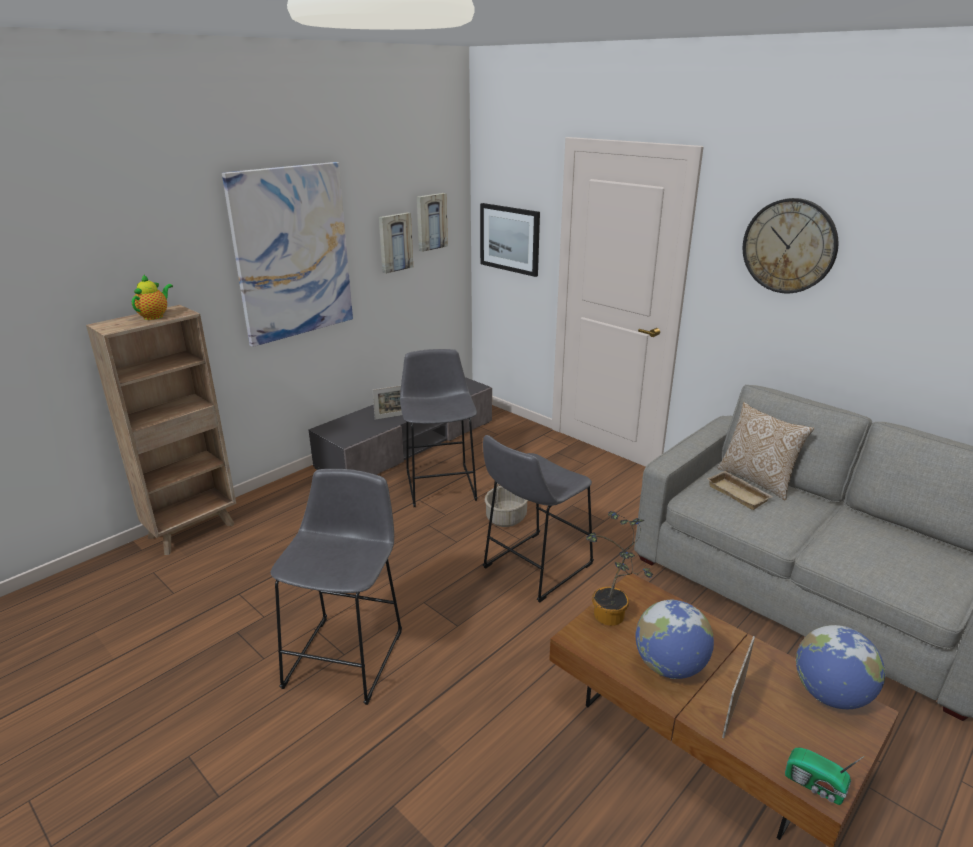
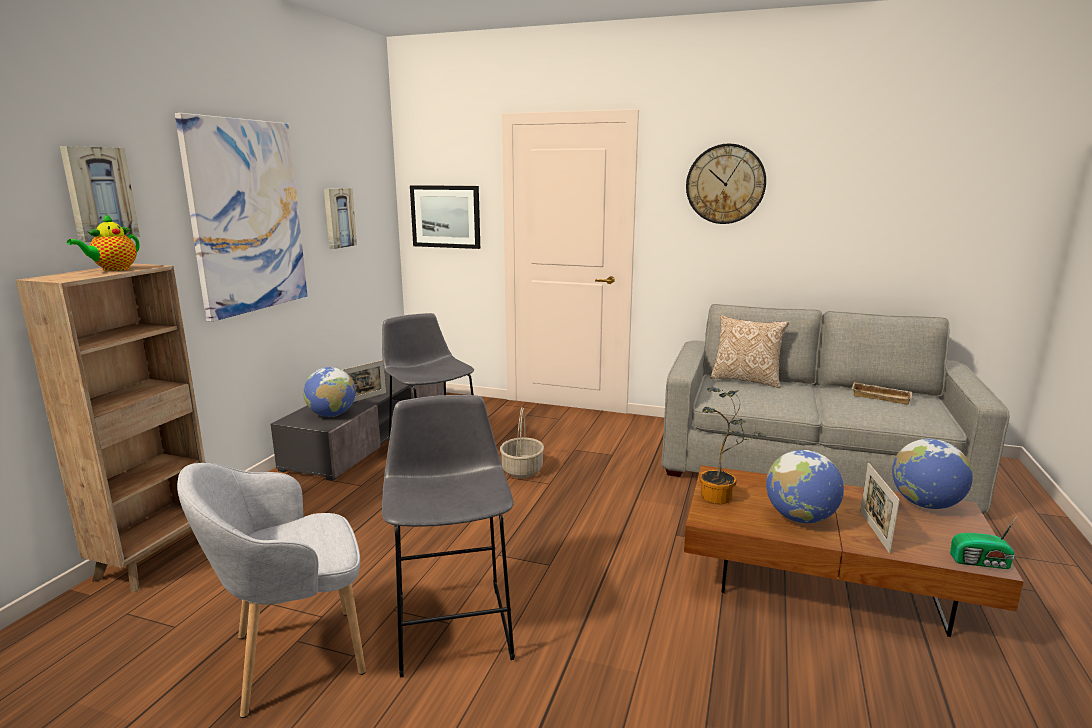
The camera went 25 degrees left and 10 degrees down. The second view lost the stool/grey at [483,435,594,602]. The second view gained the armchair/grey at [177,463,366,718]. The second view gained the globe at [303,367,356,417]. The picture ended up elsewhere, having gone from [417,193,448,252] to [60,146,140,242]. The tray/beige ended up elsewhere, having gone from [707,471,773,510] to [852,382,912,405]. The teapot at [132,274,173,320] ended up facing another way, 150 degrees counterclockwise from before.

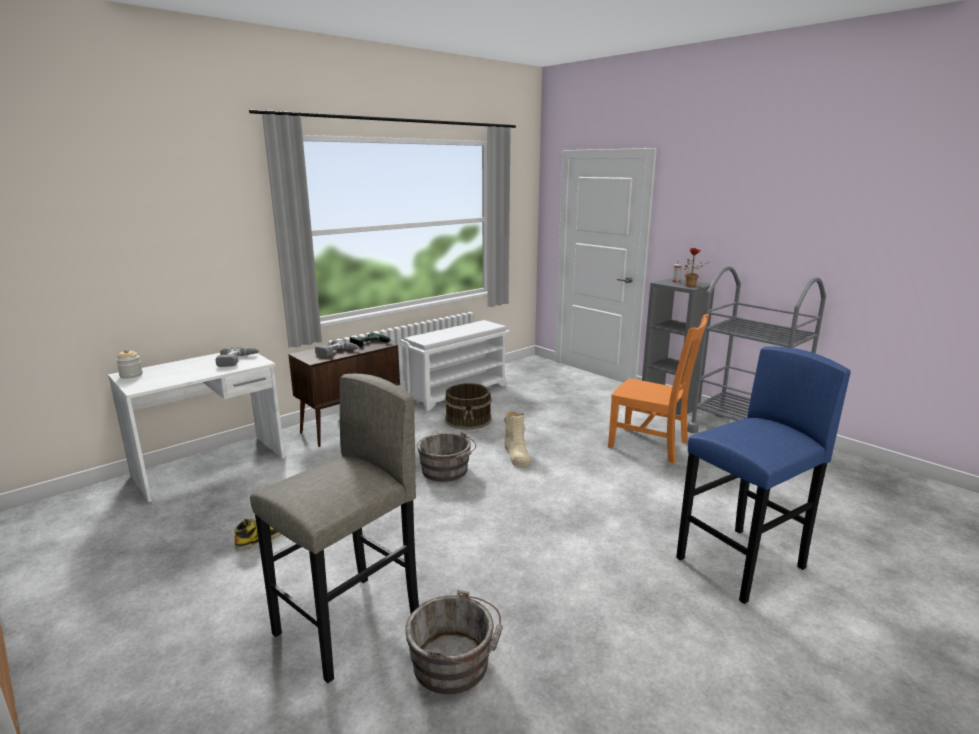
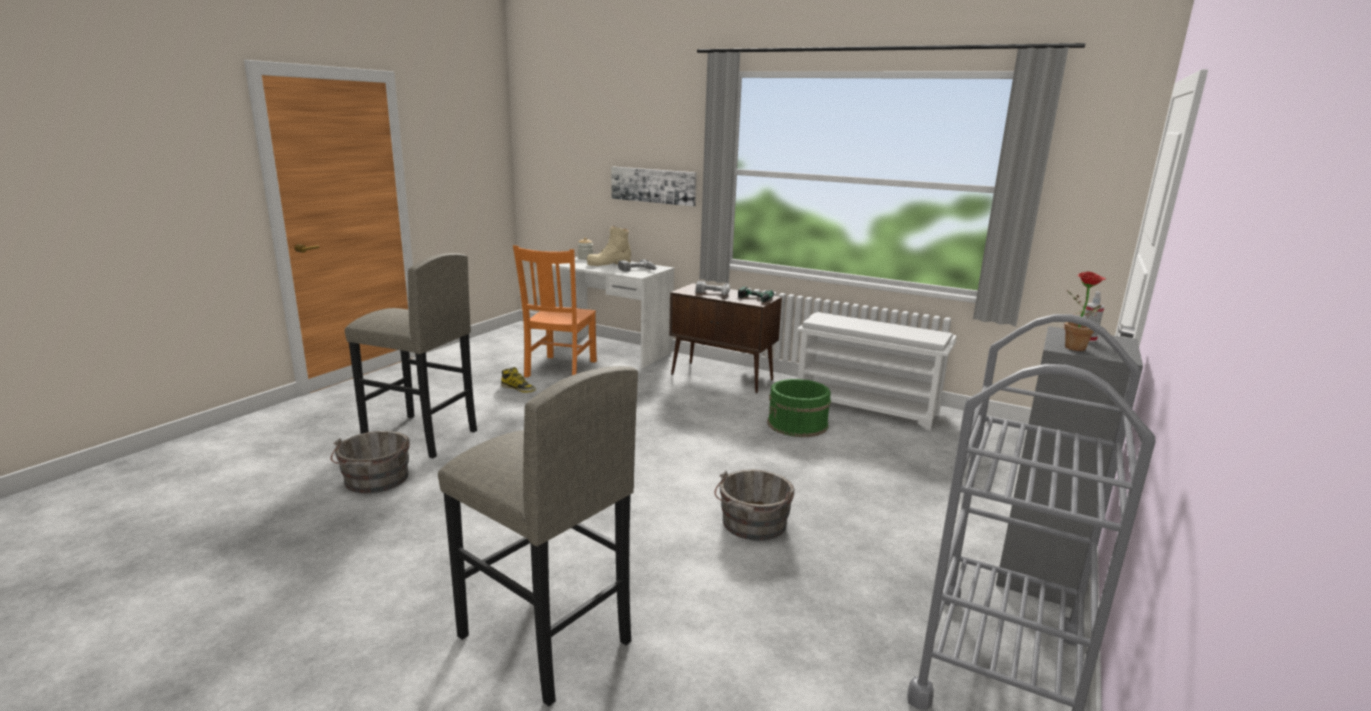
The camera went 70 degrees right and 0 degrees up. The second view gained the picture at [611,166,697,206]. The bucket/grey ended up elsewhere, having gone from [417,431,476,482] to [714,469,795,541]. The boot/beige ended up elsewhere, having gone from [504,411,531,467] to [587,226,631,266]. The chair/orange ended up elsewhere, having gone from [608,314,709,463] to [513,245,597,378]. What was the bucket/brown at [445,383,492,430] turned into the bucket/green at [767,379,831,437]. What was the stool/blue at [676,347,851,604] turned into the stool/grey at [438,366,638,706].

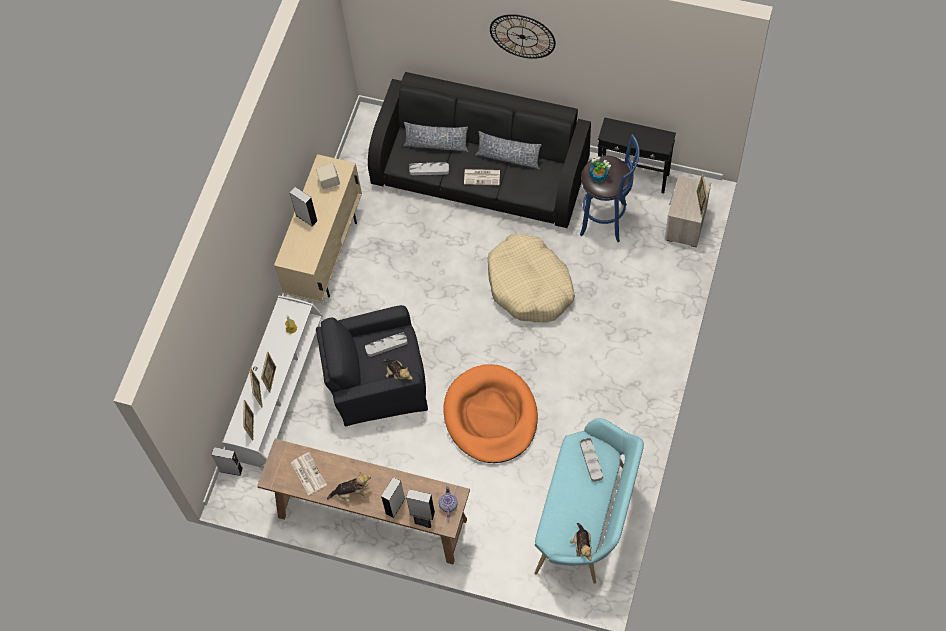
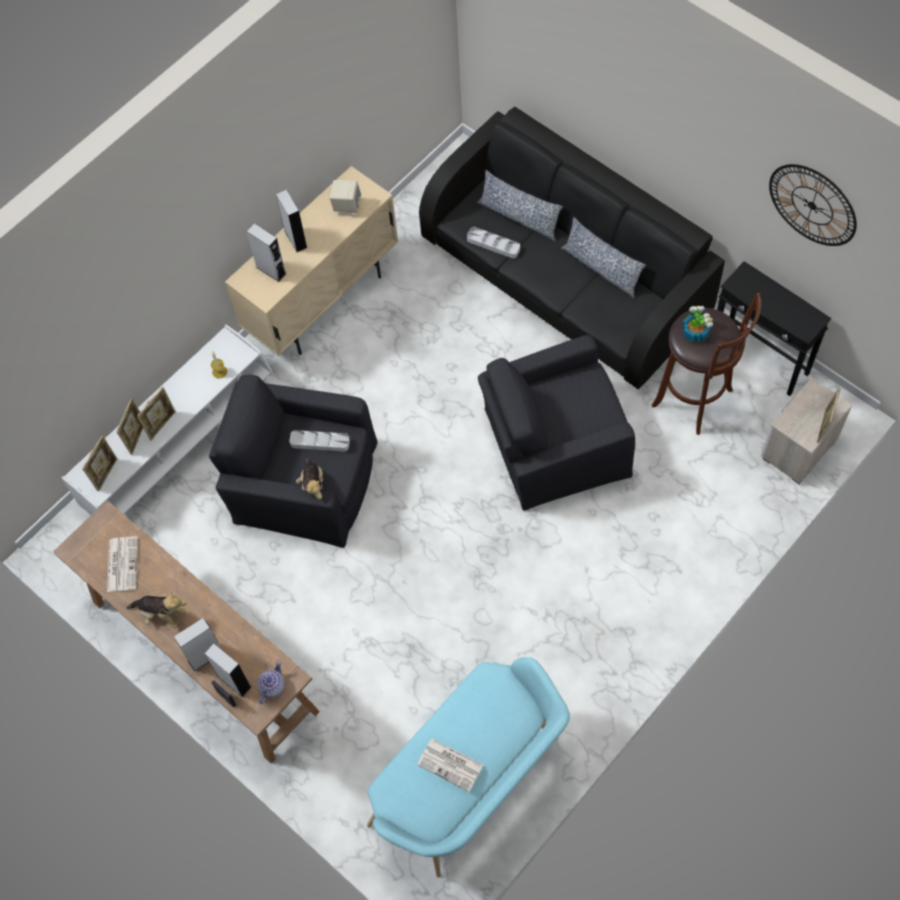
The camera went 25 degrees right and 0 degrees up. The second view lost the dog bed/orange at [443,364,538,463]. The second view lost the plush toy at [570,523,592,561]. The second view lost the tray/grey at [580,438,603,482]. The speaker/grey ended up elsewhere, having gone from [211,447,243,476] to [246,224,286,282]. The newspaper ended up elsewhere, having gone from [464,169,500,185] to [417,739,484,792]. The wall clock ended up elsewhere, having gone from [490,14,556,59] to [769,164,857,246]. Where the dog bed/beige stood at [488,234,575,322], the armchair/black came to stand at [478,335,635,511]. What was the stool/blue at [580,134,640,242] turned into the stool/brown at [652,293,762,435].

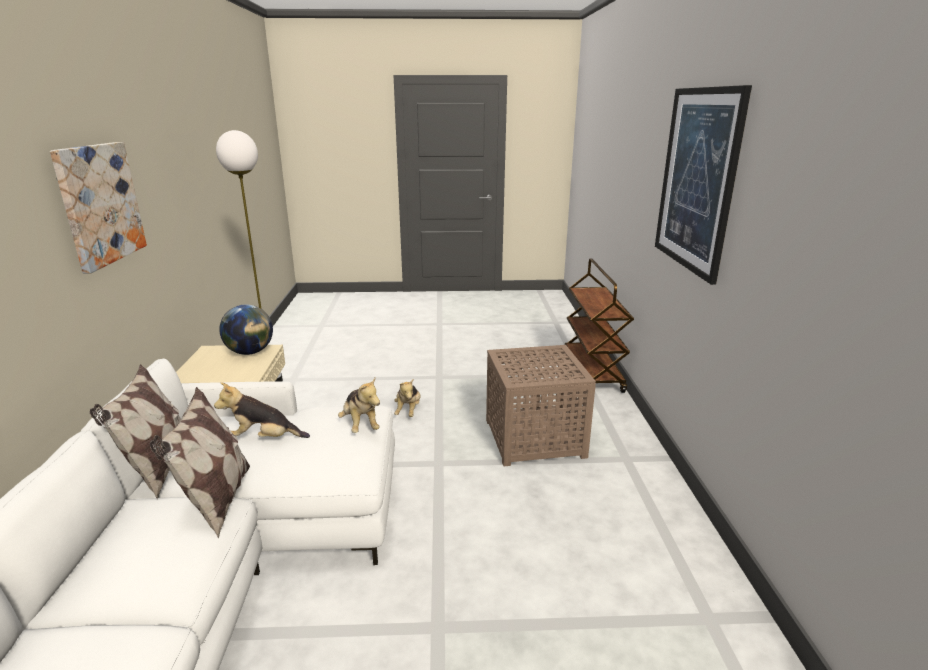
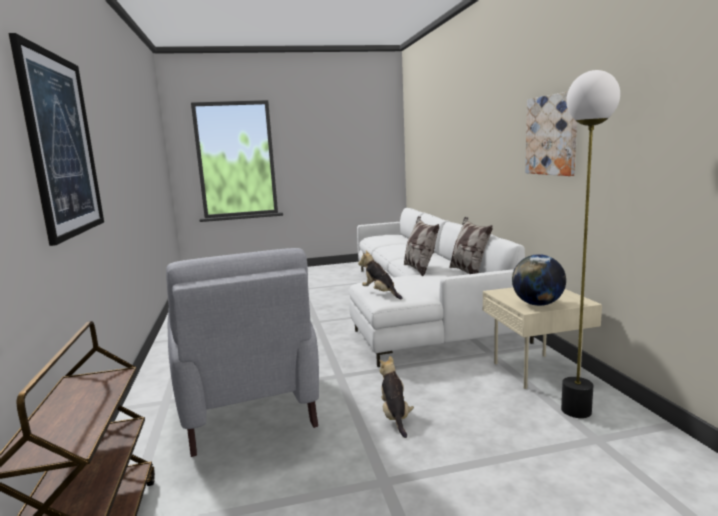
The camera went 170 degrees right and 10 degrees down. The second view lost the plush toy at [214,382,310,438]. Where the side table/brown stood at [486,345,596,466], the armchair/grey came to stand at [166,248,319,457].

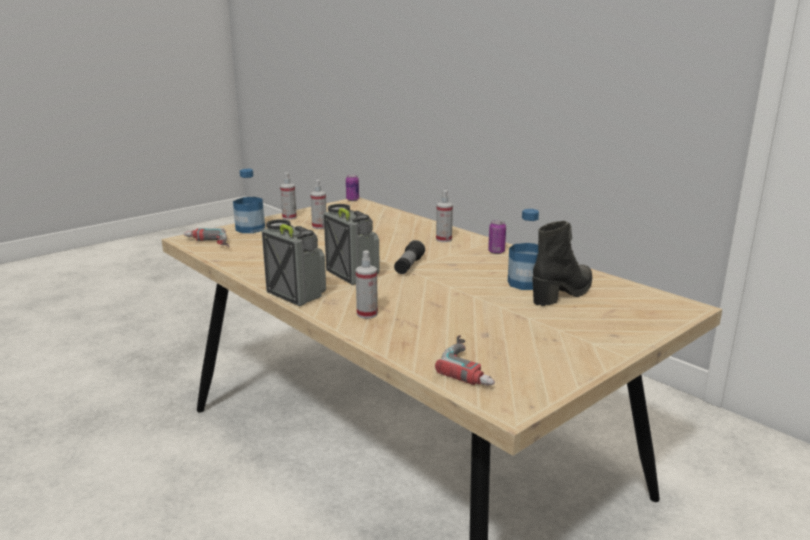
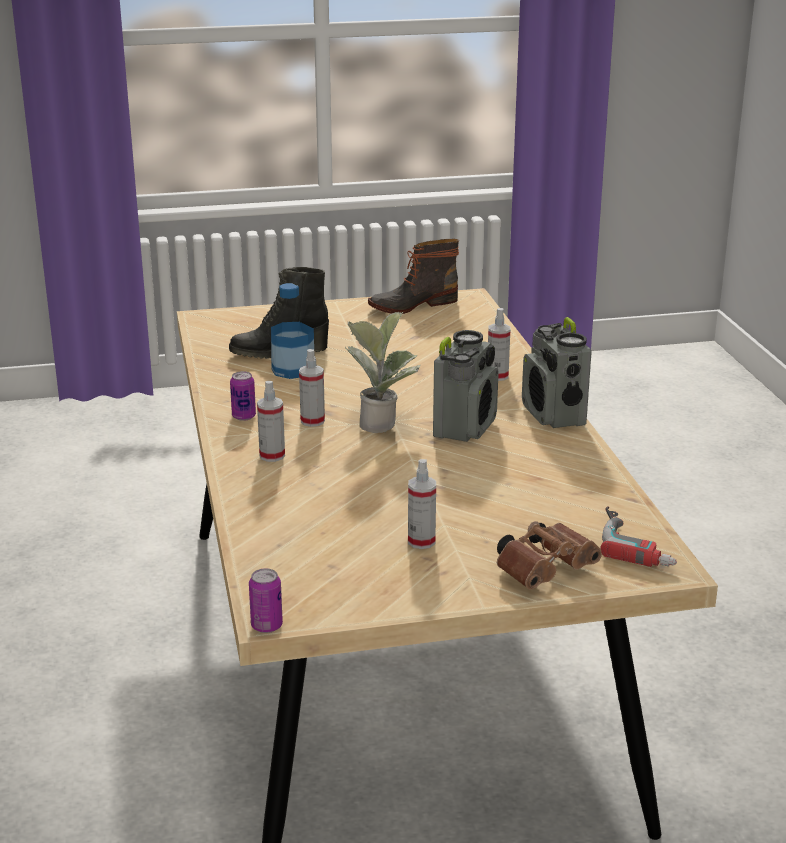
The camera went 150 degrees left and 5 degrees up. The second view lost the power drill at [435,335,495,386]. The second view gained the boot at [368,239,459,314]. The spray bottle ended up elsewhere, having gone from [280,173,297,220] to [299,349,325,427]. Where the bottle stood at [233,169,265,233], the binoculars/brown came to stand at [497,521,602,590]. Where the flashlight stood at [394,240,425,274], the potted plant came to stand at [345,312,421,433]. The radio at [324,204,380,285] ended up facing another way, 150 degrees counterclockwise from before.

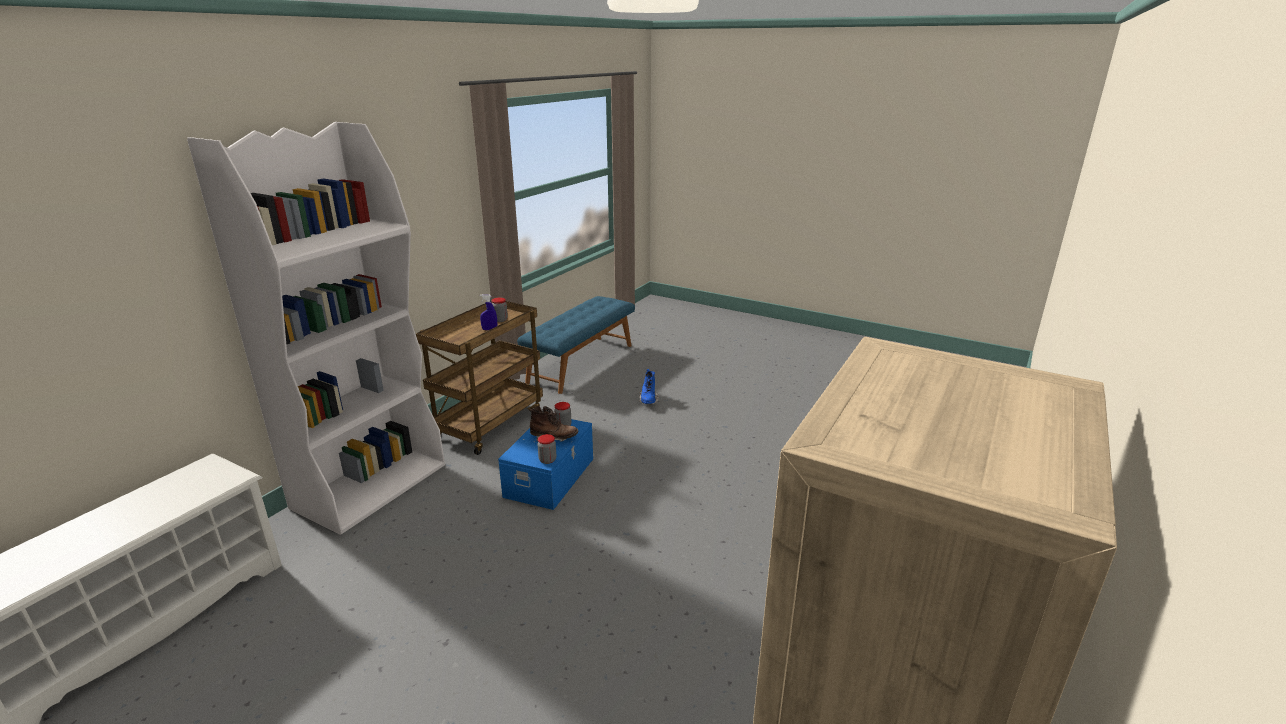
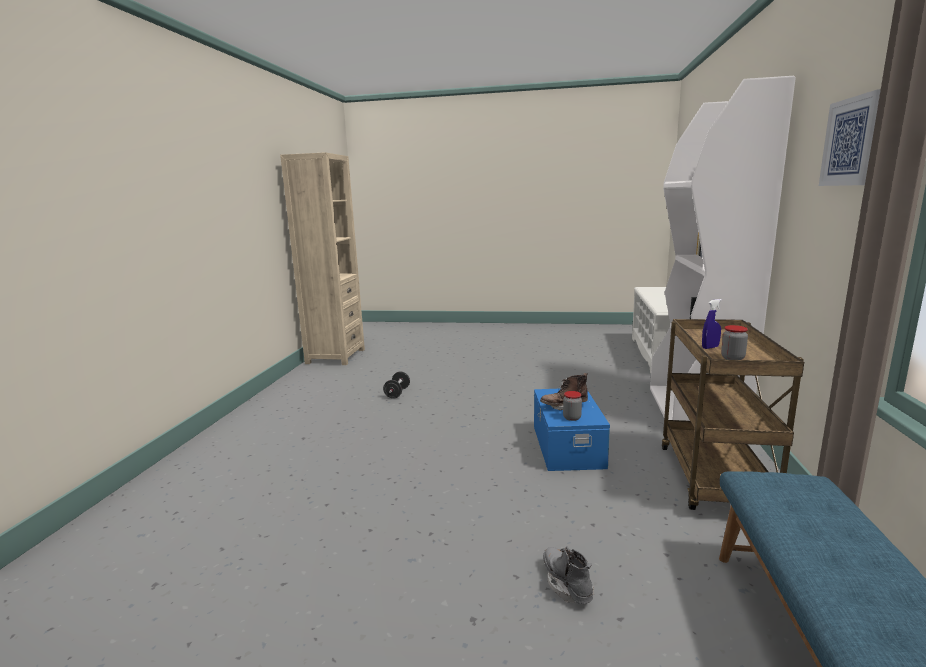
The camera went 160 degrees right and 10 degrees down. The second view lost the jar at [537,434,556,464]. The second view gained the dumbbell/black at [383,372,410,399]. The second view gained the picture at [819,89,881,186]. What was the boot/blue at [639,369,659,404] turned into the boot/grey at [543,546,594,604].

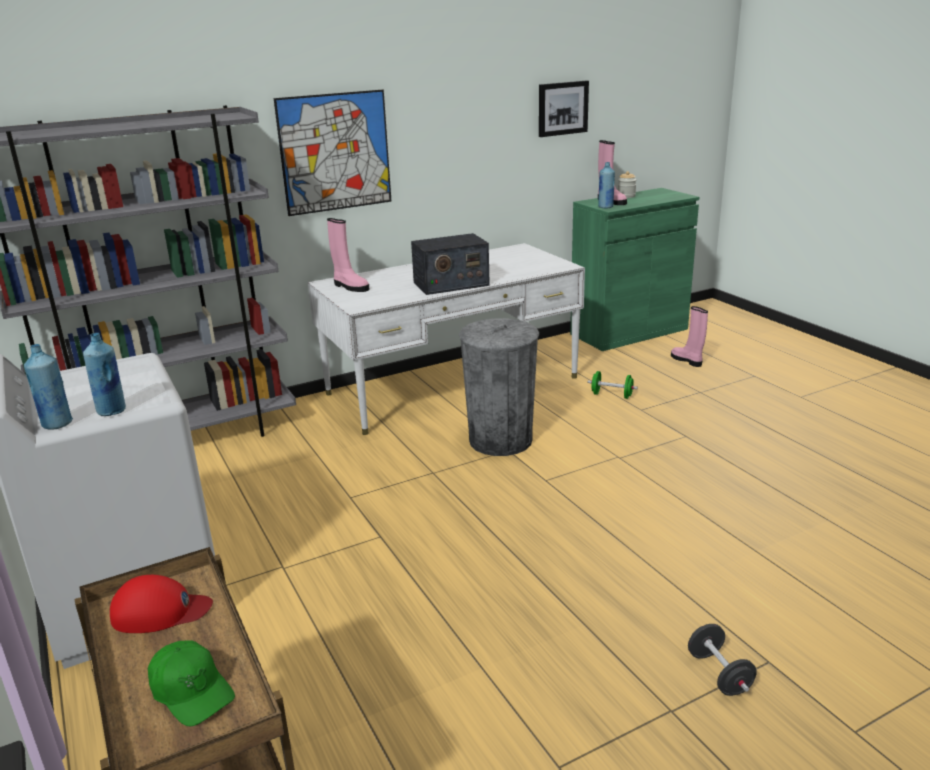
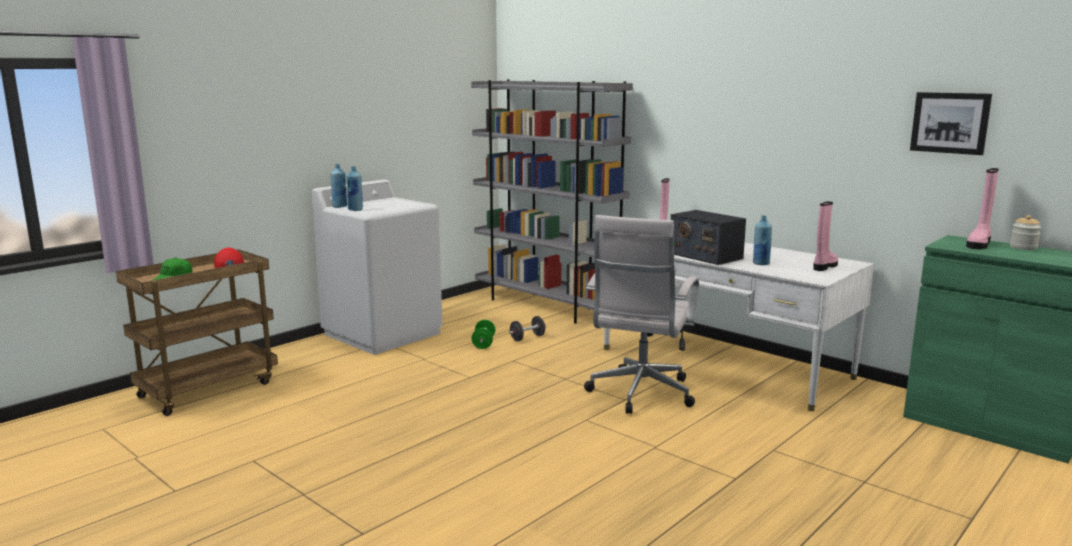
The camera went 70 degrees right and 10 degrees down. The second view lost the picture at [274,90,392,216]. The dumbbell/green ended up elsewhere, having gone from [588,371,638,399] to [472,320,495,349]. The bottle/blue ended up elsewhere, having gone from [598,162,615,209] to [753,215,772,265]. The boot/pink ended up elsewhere, having gone from [671,306,708,367] to [813,202,838,271]. The dumbbell/black ended up elsewhere, having gone from [688,624,757,696] to [509,316,545,342]. Where the trash can/grey stood at [459,318,539,456], the office chair/white came to stand at [584,215,699,414].

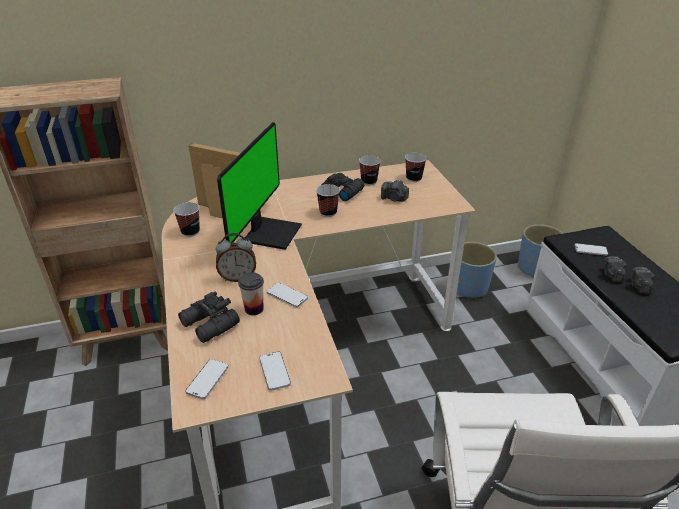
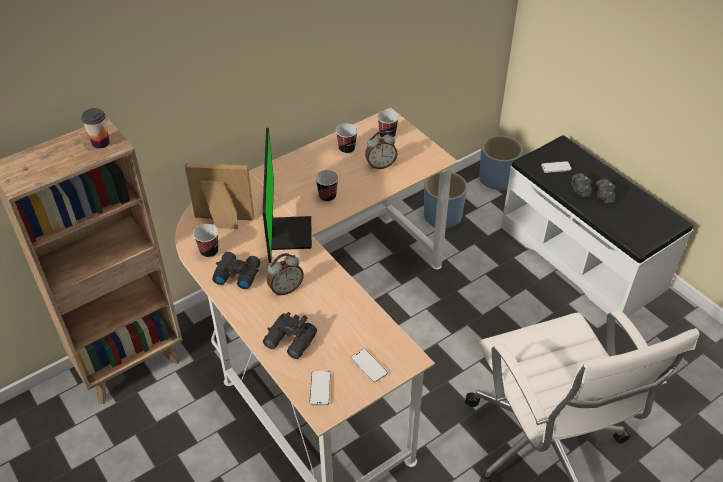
The camera went 20 degrees left and 10 degrees up. The second view lost the phone at [267,283,308,308]. The cup ended up elsewhere, having gone from [238,272,264,315] to [81,108,110,149]. The binoculars/black ended up elsewhere, having gone from [322,173,364,201] to [212,252,260,289]. Where the photo camera stood at [381,179,409,202], the alarm clock came to stand at [365,131,398,169].

